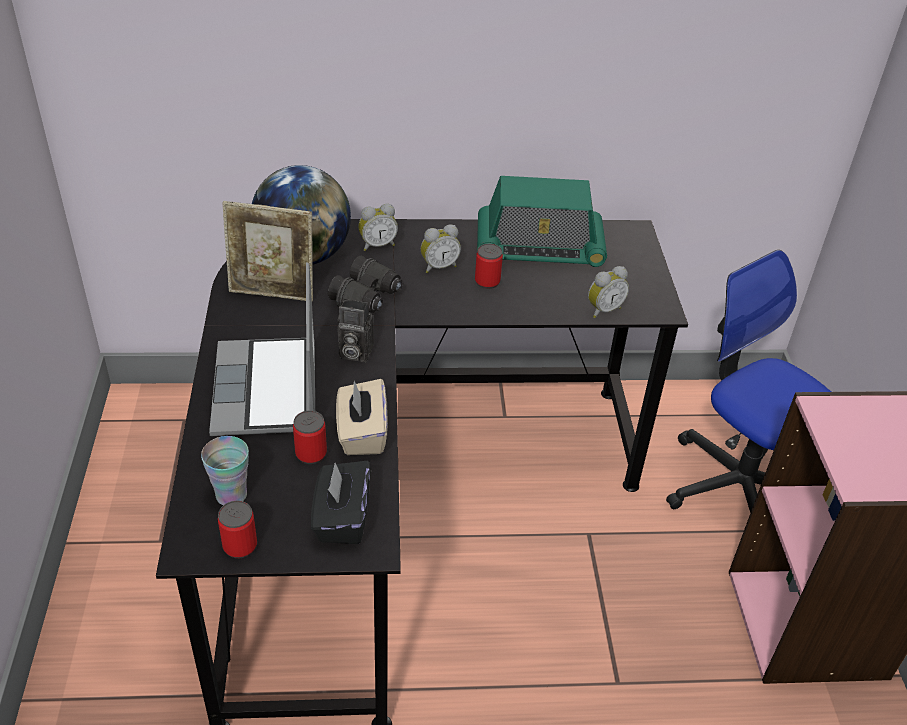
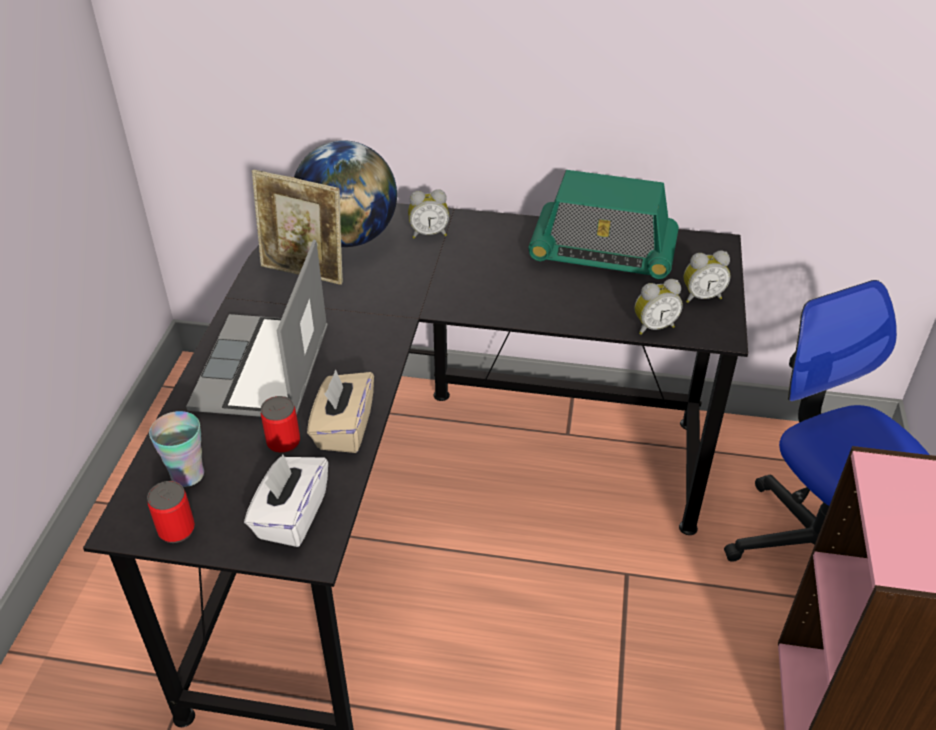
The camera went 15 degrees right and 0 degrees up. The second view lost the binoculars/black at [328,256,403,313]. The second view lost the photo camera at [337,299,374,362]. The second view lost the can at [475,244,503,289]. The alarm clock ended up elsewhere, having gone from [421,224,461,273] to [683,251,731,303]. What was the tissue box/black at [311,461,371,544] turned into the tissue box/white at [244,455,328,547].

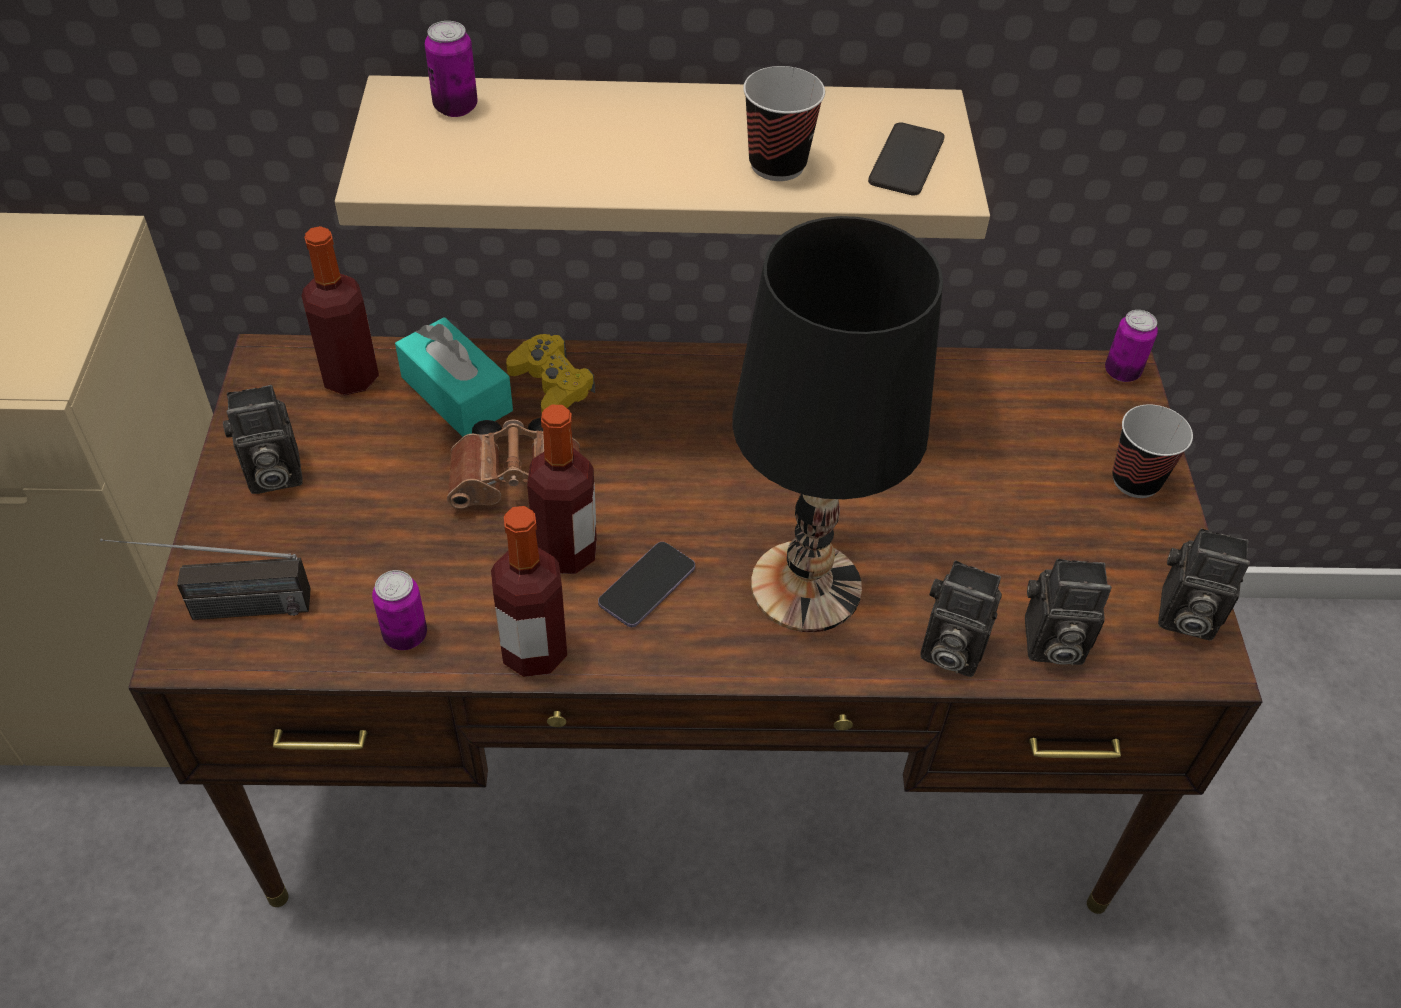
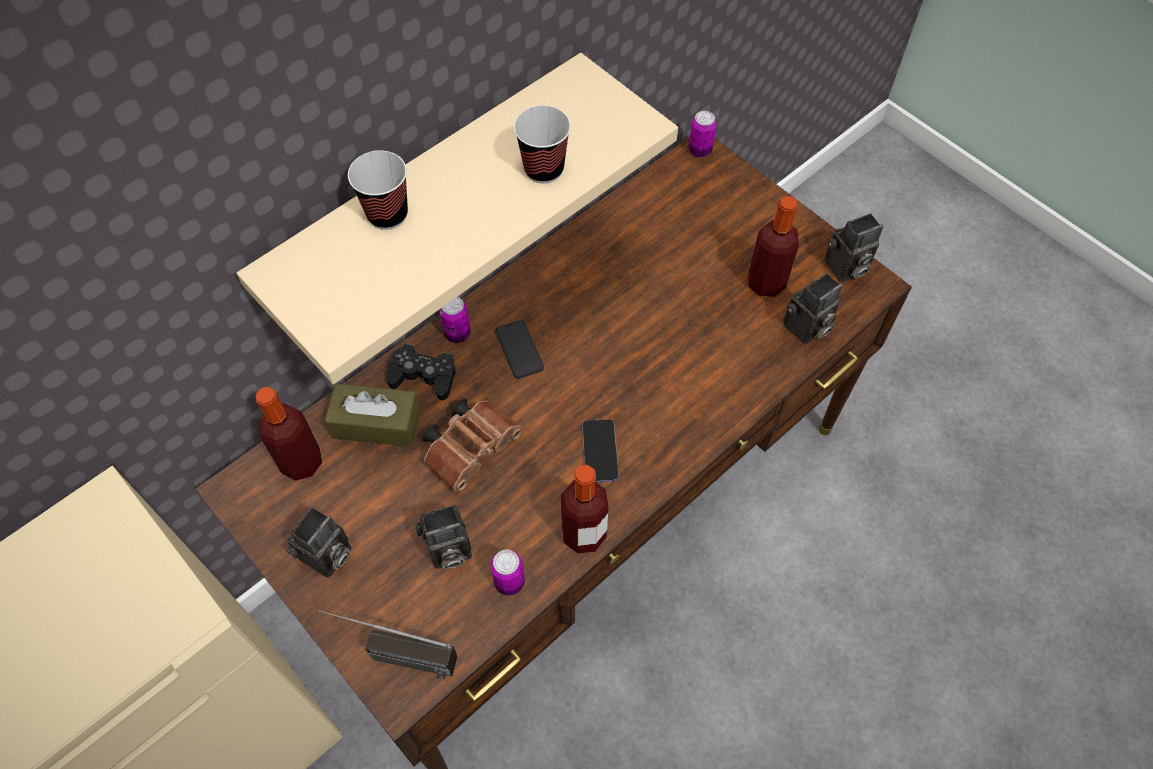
The camera went 40 degrees left and 10 degrees up. The second view lost the table lamp/black at [732,216,943,632]. The can ended up elsewhere, having gone from [425,21,478,117] to [439,297,471,343]. The bottle ended up elsewhere, having gone from [527,405,597,574] to [748,196,799,297]. The phone ended up elsewhere, having gone from [868,122,945,196] to [495,320,544,379]. The photo camera ended up elsewhere, having gone from [920,560,1002,677] to [414,505,472,569]. The cup ended up elsewhere, having gone from [1112,404,1193,498] to [348,151,408,230]. What was the tissue box/turquoise at [395,317,513,437] turned into the tissue box/brown at [324,384,421,447]. What was the game controller/yellow at [506,334,595,413] turned into the game controller/black at [386,344,456,401]. The radio at [100,539,311,620] ended up facing another way, 60 degrees clockwise from before.

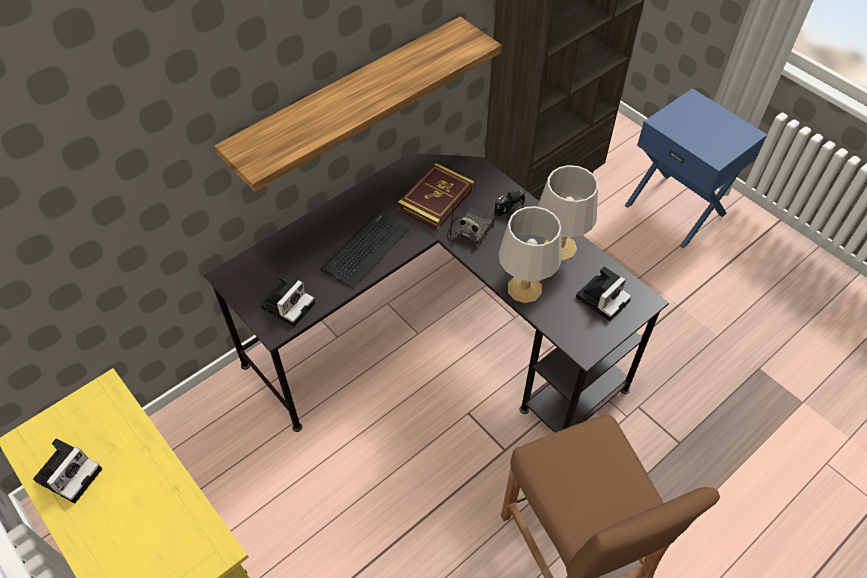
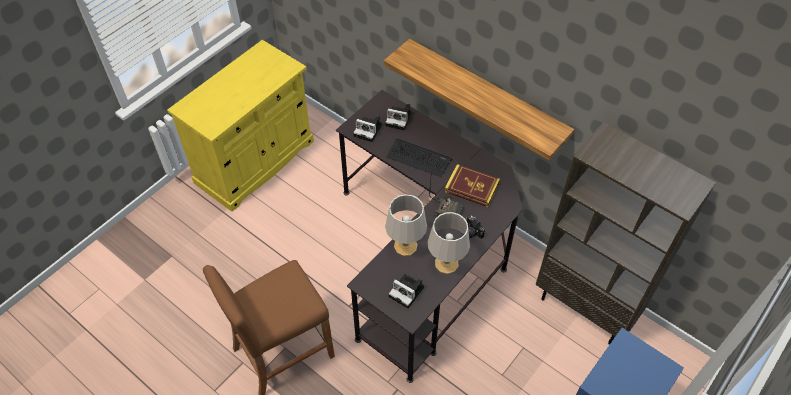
The camera went 80 degrees right and 0 degrees up. The photo camera ended up elsewhere, having gone from [33,439,102,503] to [385,104,411,130].

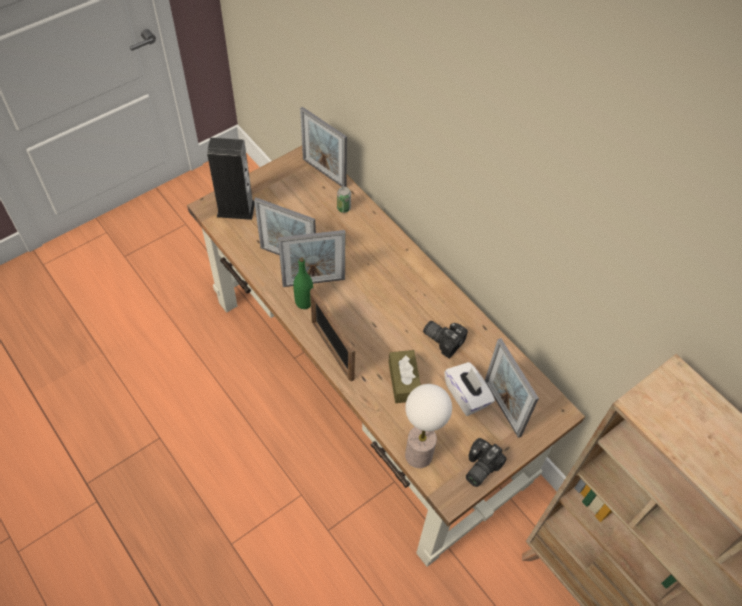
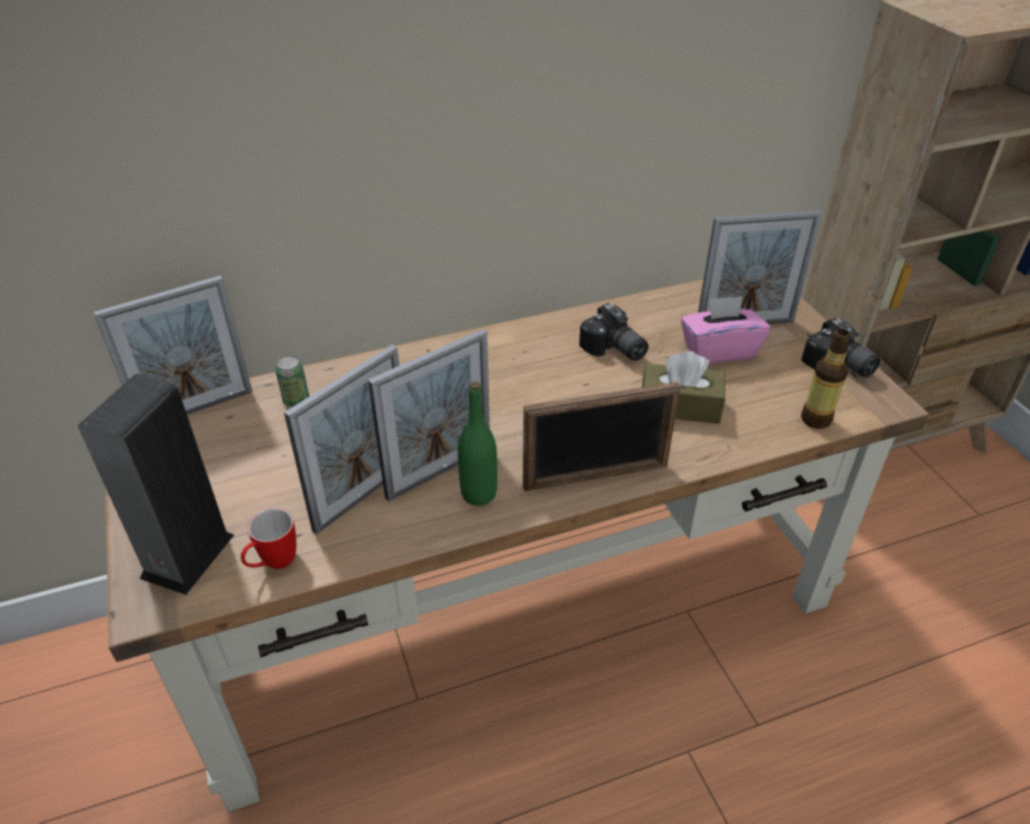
The camera went 70 degrees left and 15 degrees down. The second view gained the mug at [241,508,296,569]. Where the table lamp stood at [405,384,452,468], the bottle came to stand at [801,329,851,429]. What was the tissue box/white at [444,362,495,416] turned into the tissue box/pink at [681,296,770,364]. The picture frame at [278,230,345,287] ended up facing another way, 45 degrees clockwise from before. The photo camera at [423,321,468,359] ended up facing another way, 90 degrees counterclockwise from before.

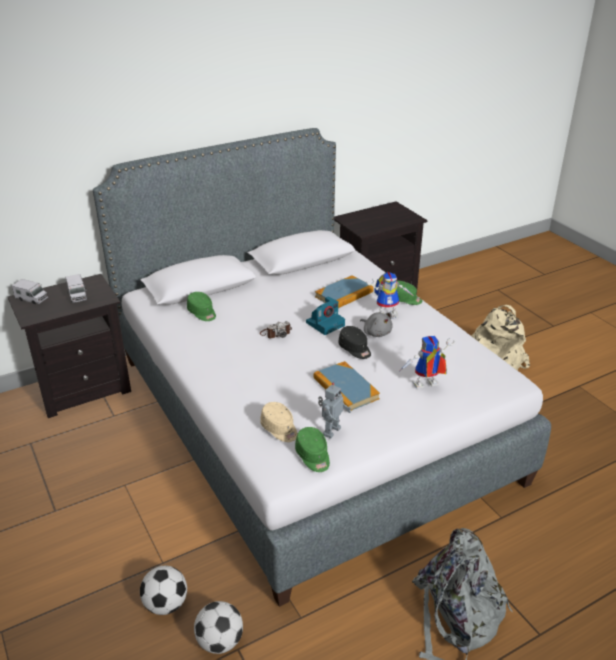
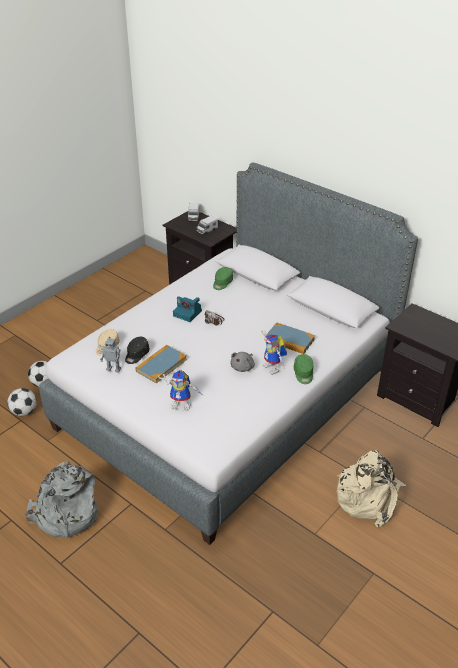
The camera went 70 degrees right and 5 degrees up. The second view lost the cap/green at [295,427,330,472]. The photo camera ended up elsewhere, having gone from [306,297,345,335] to [173,296,202,322]. The cap/black ended up elsewhere, having gone from [338,326,371,359] to [125,337,150,364]. The toy robot at [400,336,455,389] ended up facing another way, 135 degrees clockwise from before.

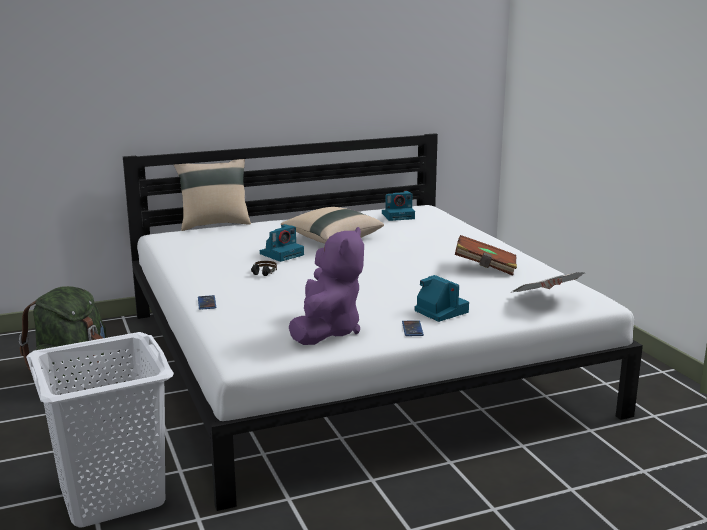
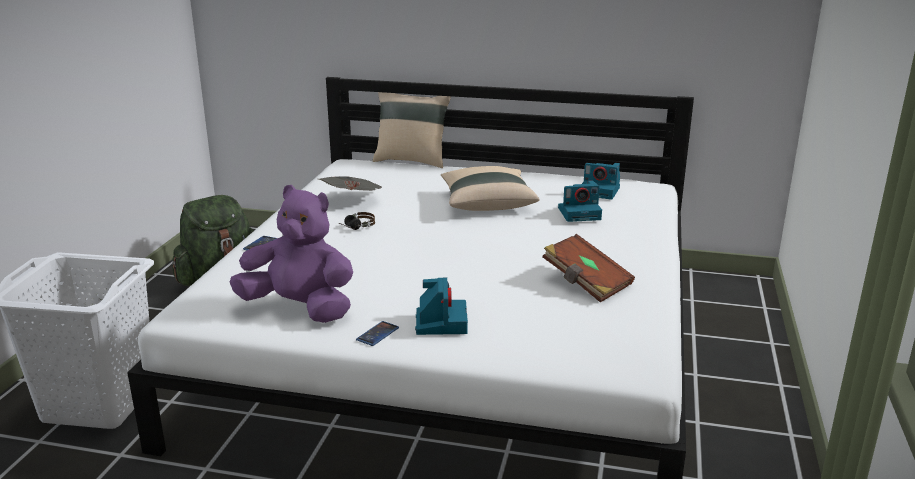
The camera went 35 degrees right and 5 degrees up. The photo camera ended up elsewhere, having gone from [260,224,304,262] to [558,180,602,222]. The newspaper ended up elsewhere, having gone from [513,272,585,292] to [319,176,382,191]. The plush toy/purple at [289,227,364,345] ended up facing another way, 120 degrees counterclockwise from before.

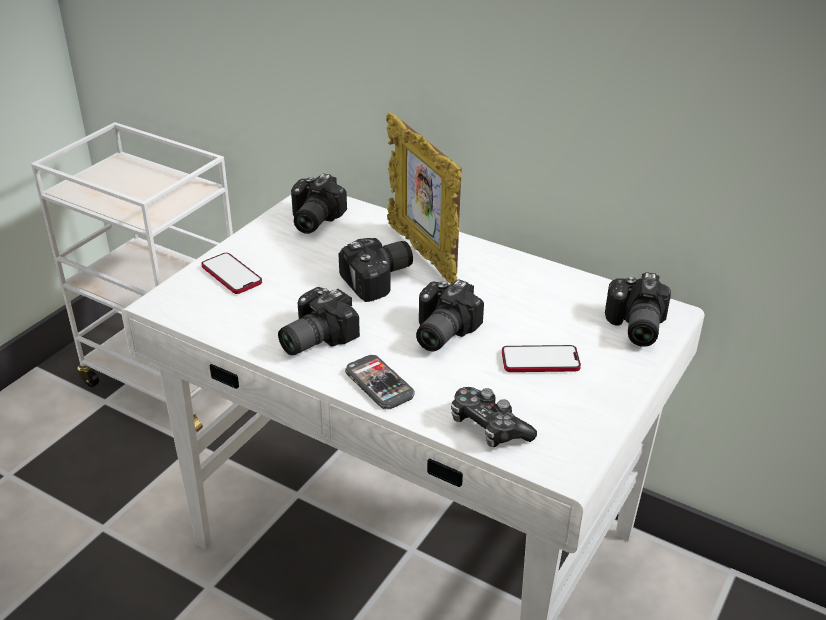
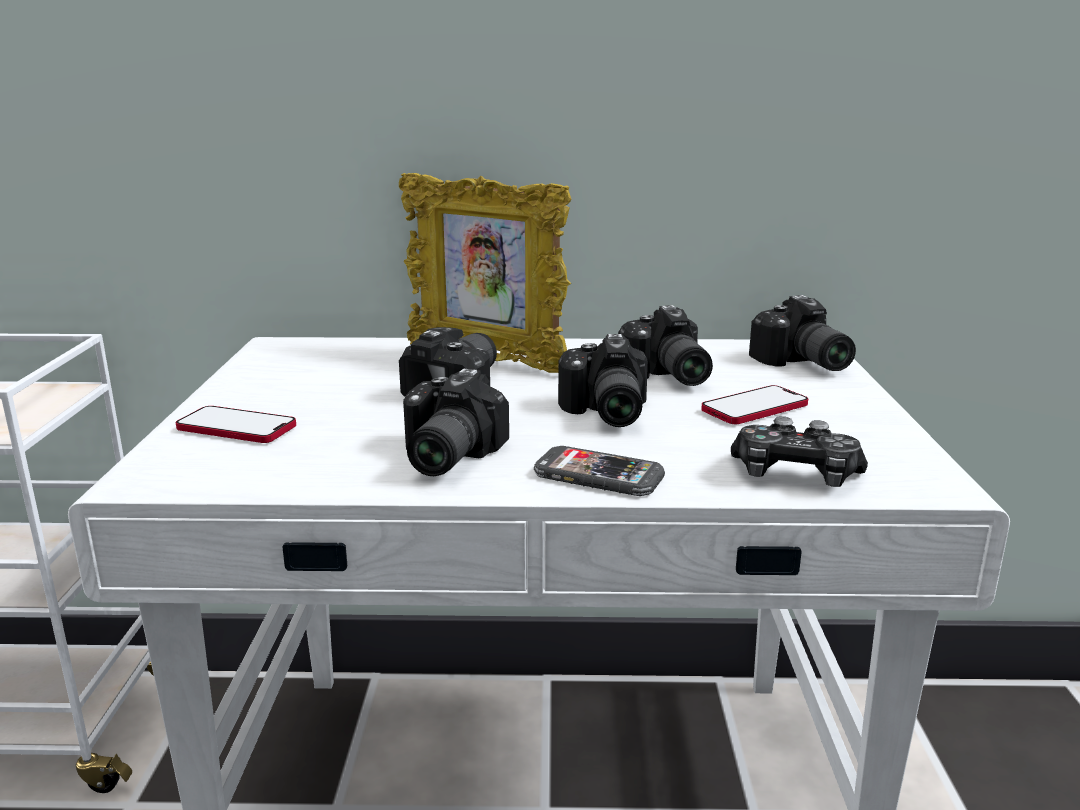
The camera went 30 degrees left and 15 degrees down. The photo camera ended up elsewhere, having gone from [291,174,347,234] to [618,305,713,386].

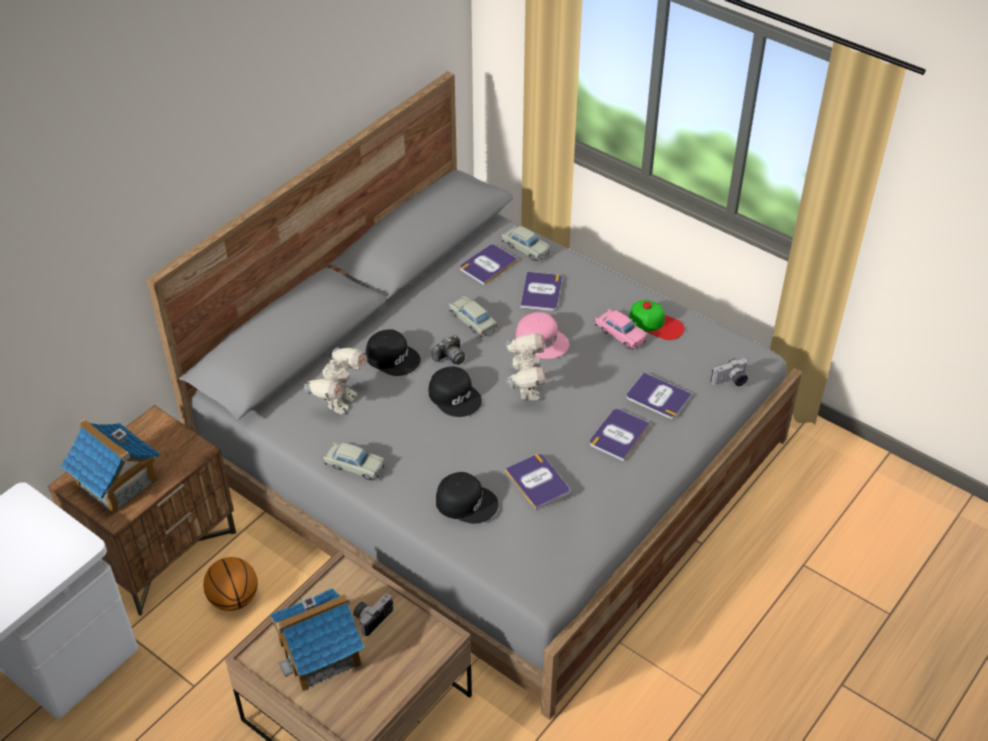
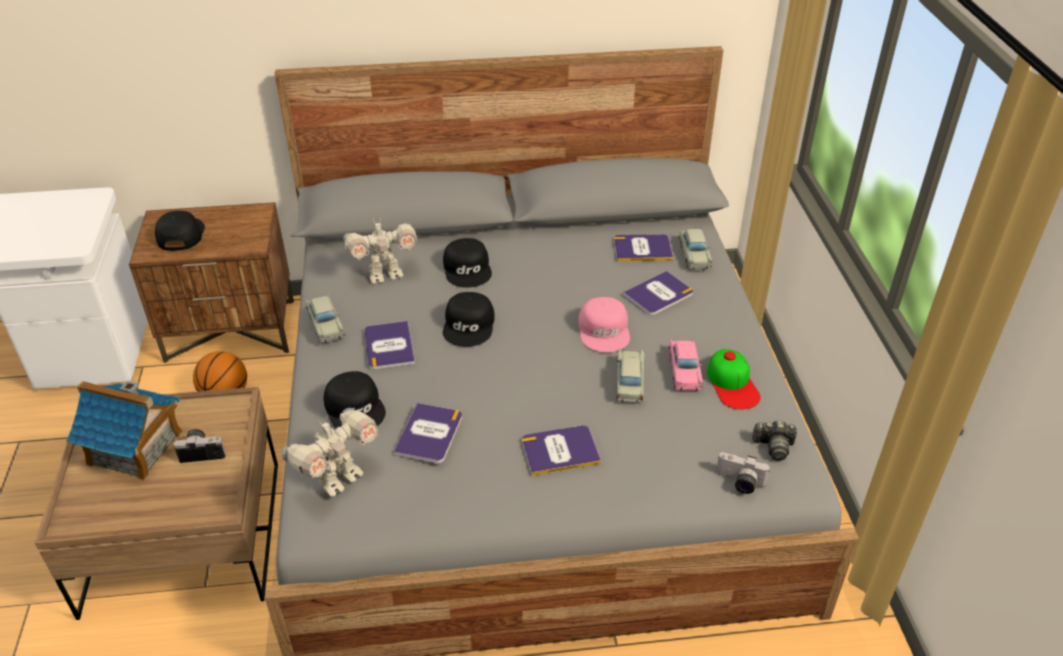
The camera went 45 degrees right and 5 degrees down. The photo camera ended up elsewhere, having gone from [432,335,465,365] to [752,420,797,461]. The toy car/beige ended up elsewhere, having gone from [449,295,497,337] to [616,349,644,403]. The toy robot ended up elsewhere, having gone from [506,333,546,400] to [282,408,378,497]. The book ended up elsewhere, having gone from [626,372,692,419] to [364,320,415,370]. Where the toy house stood at [60,419,160,516], the cap/black came to stand at [155,211,205,251].

